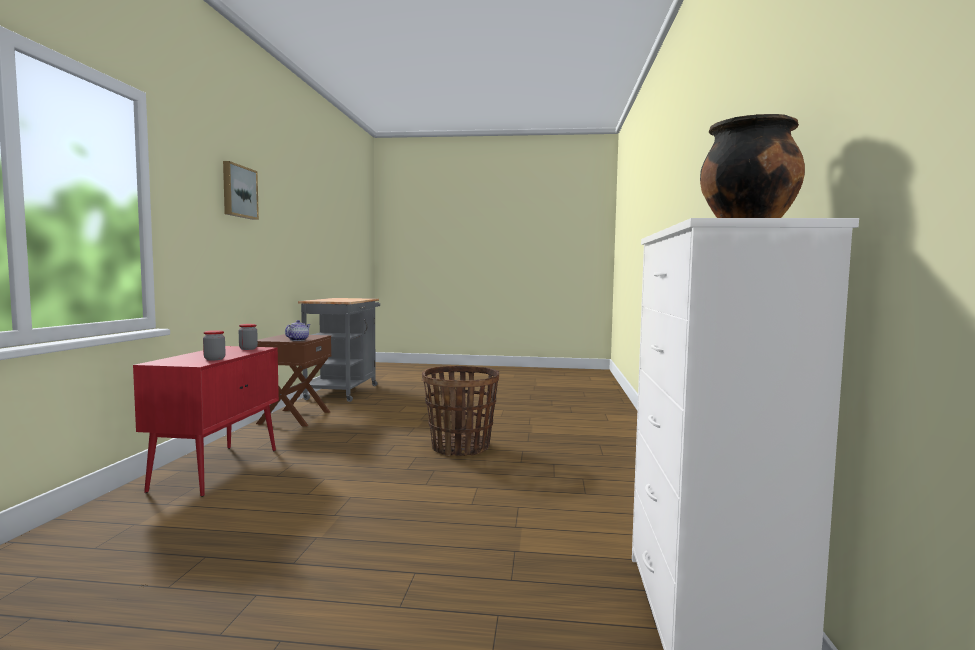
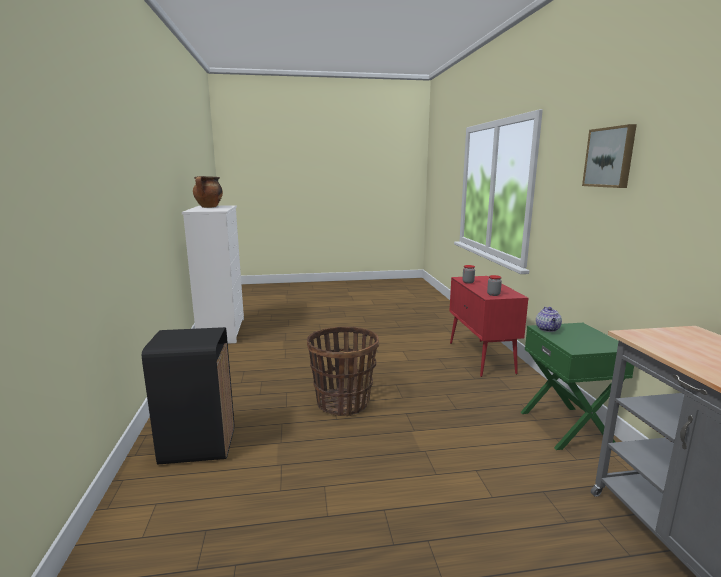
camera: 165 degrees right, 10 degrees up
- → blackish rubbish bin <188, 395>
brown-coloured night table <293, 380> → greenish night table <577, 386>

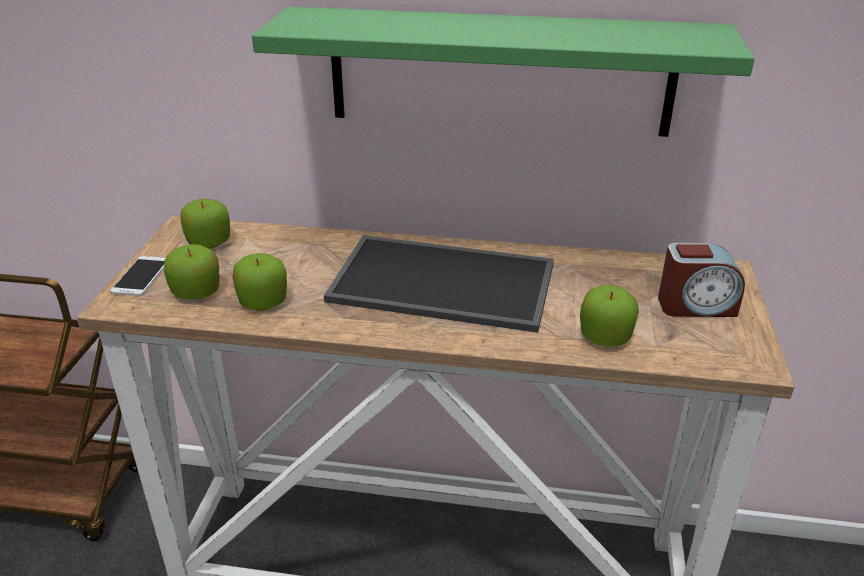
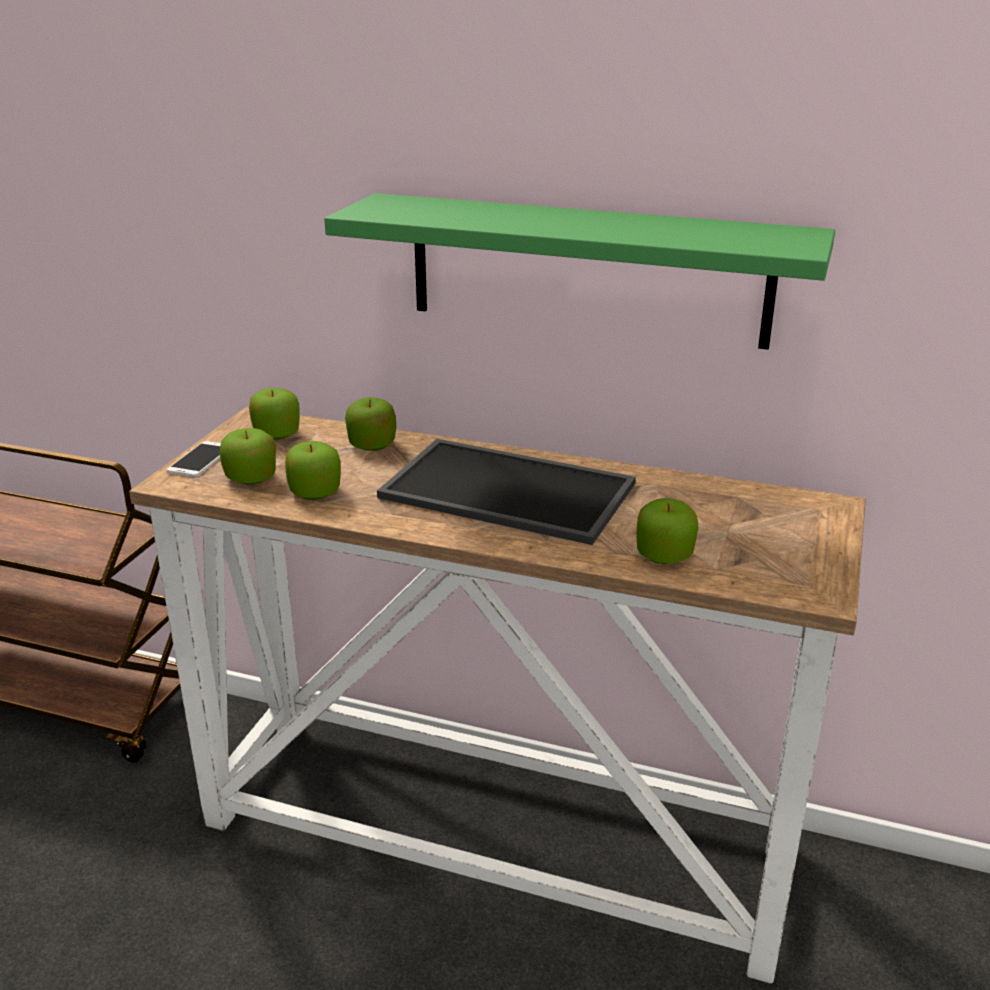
camera: 10 degrees right, 5 degrees down
table clock <701, 280> → -
- → apple <370, 424>

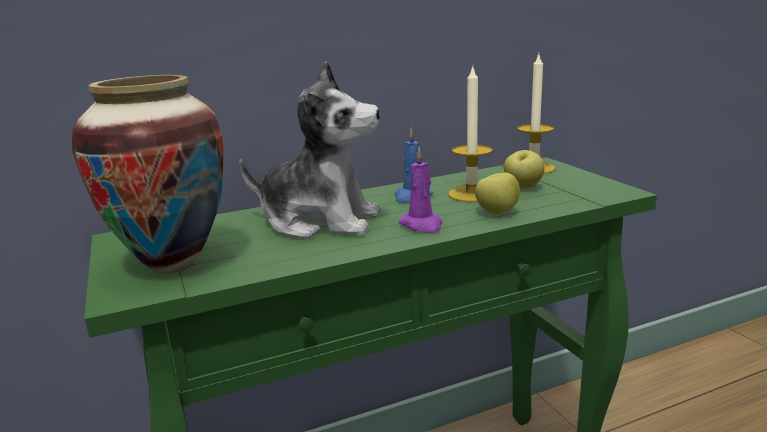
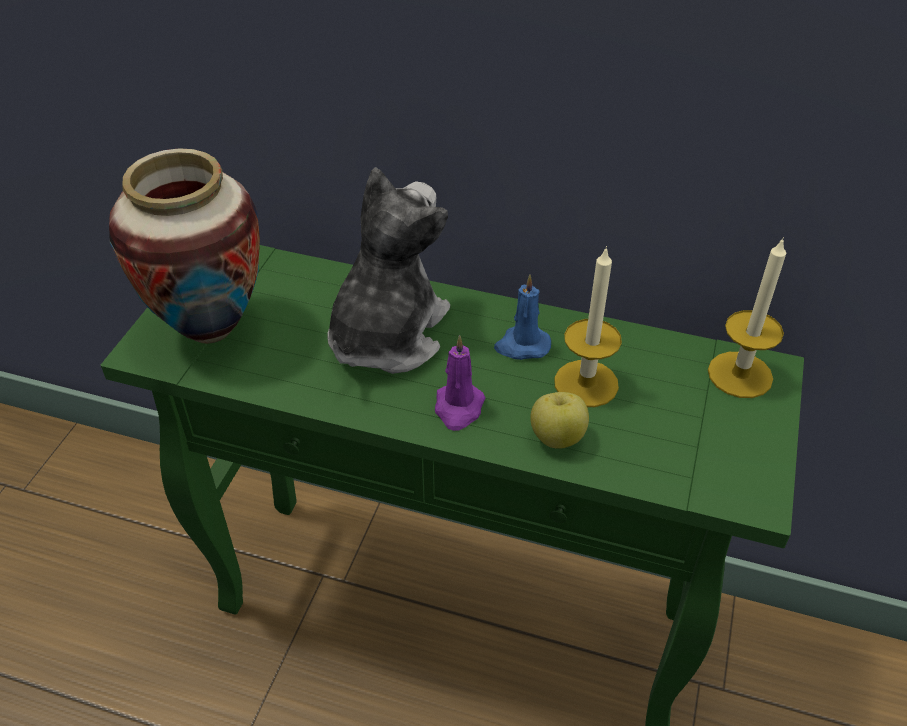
camera: 40 degrees right, 25 degrees up
apple <524, 169> → -
plush toy <310, 150> → plush toy <388, 270>, 120 degrees counterclockwise

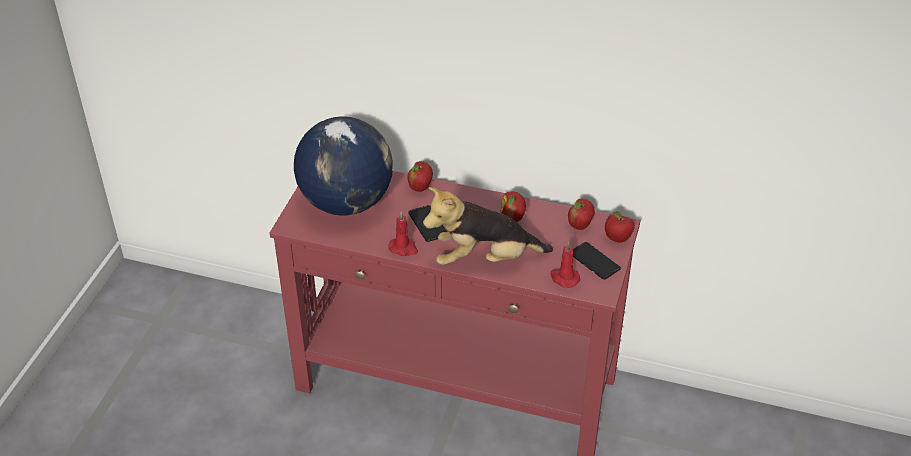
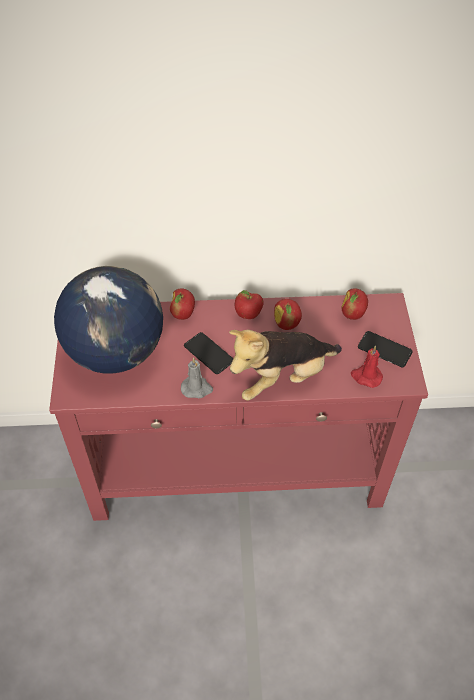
camera: 20 degrees left, 10 degrees up
apple <620, 227> → apple <249, 304>, move
reddish wax candle <403, 233> → grey wax candle <197, 378>

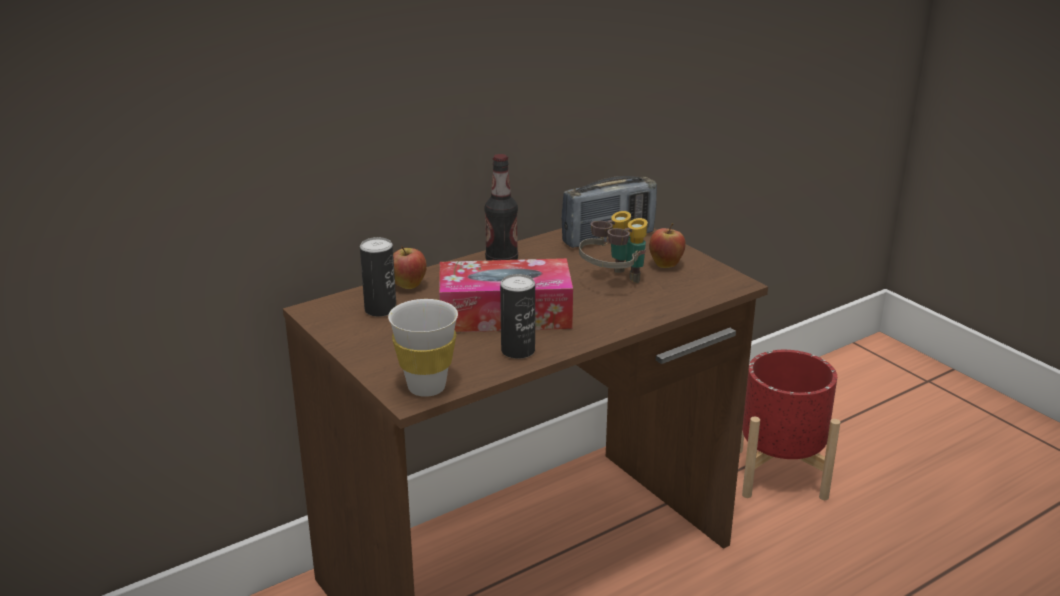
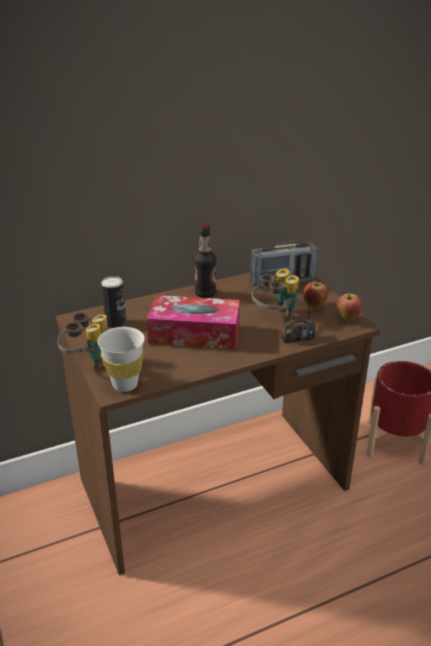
camera: 10 degrees right, 5 degrees up
metal can <517, 316> → -
- → pair of binoculars <82, 341>
- → radio <298, 305>
apple <410, 267> → apple <350, 307>, move

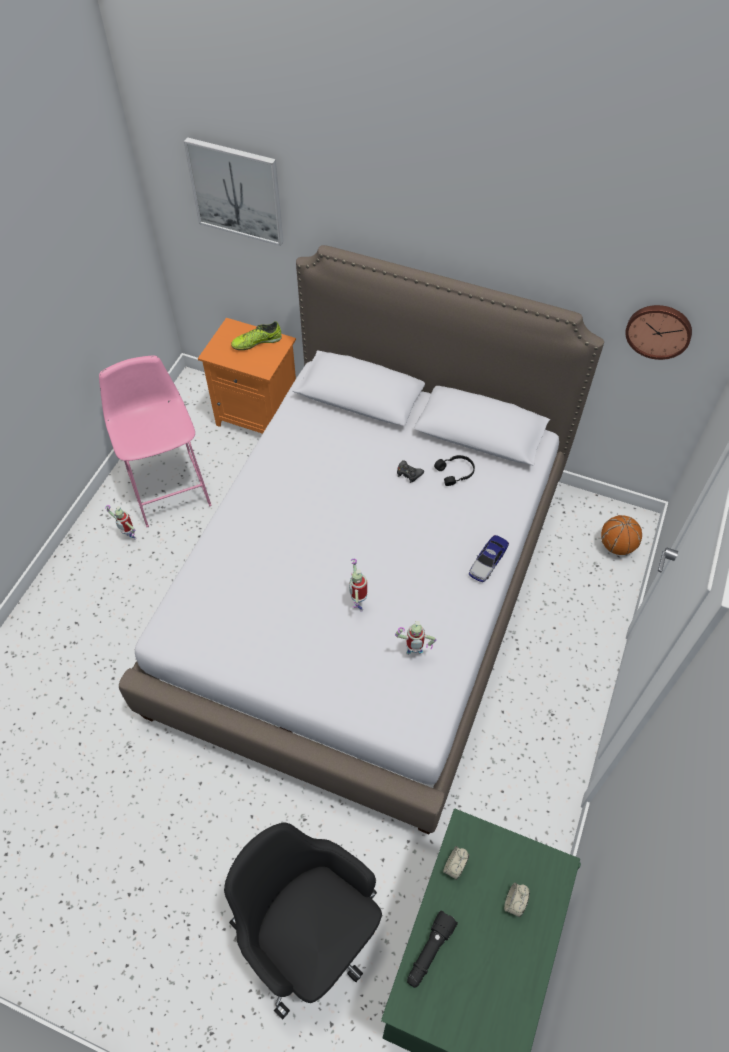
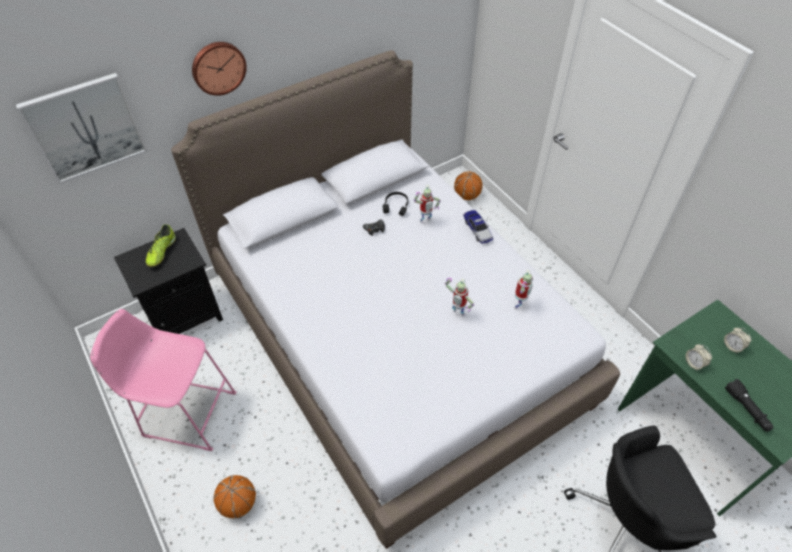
camera: 55 degrees left, 5 degrees down
- → basketball ball <234, 496>
robot figure <121, 522> → robot figure <427, 204>, move
clock on the wall <658, 332> → clock on the wall <219, 69>, move
orange night table <247, 376> → blackish night table <168, 281>

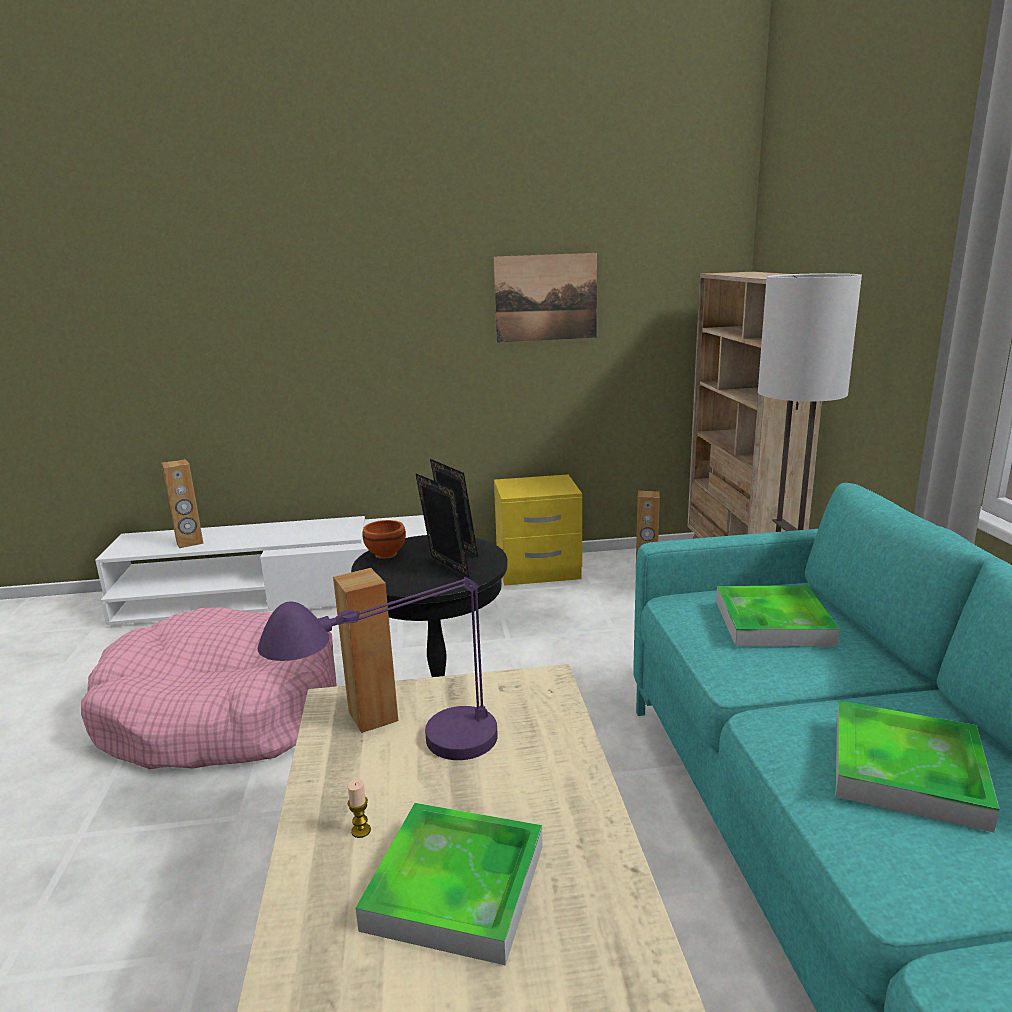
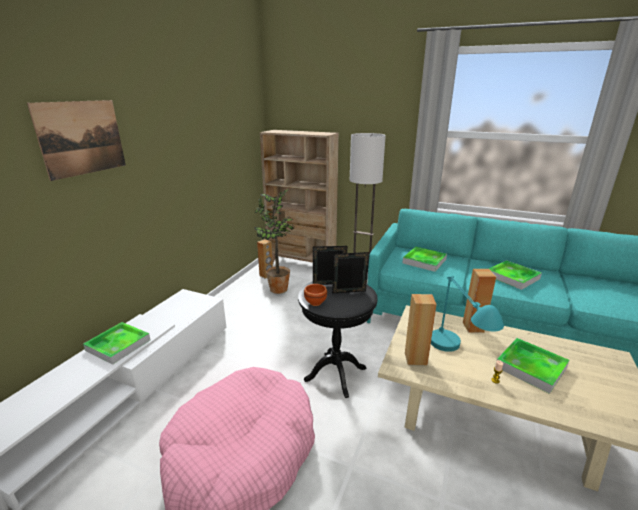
camera: 60 degrees left, 5 degrees up
yellow-coloured night table <538, 530> → -
- → carrying tray <116, 343>
- → plant in a pot <274, 241>
brown-coloured speaker <182, 503> → brown-coloured speaker <479, 301>, move
wall picture <545, 298> → wall picture <76, 140>, move
purple tabletop lamp <378, 668> → turquoise tabletop lamp <467, 314>

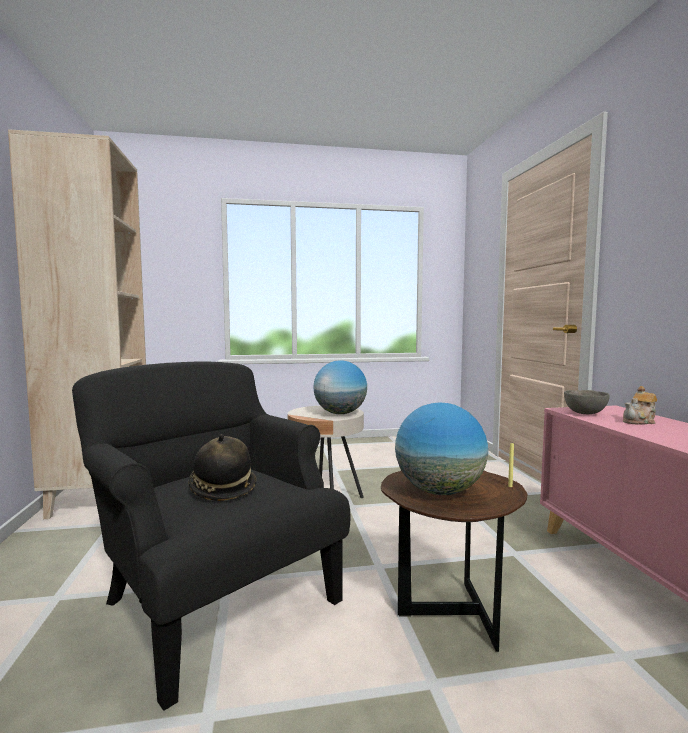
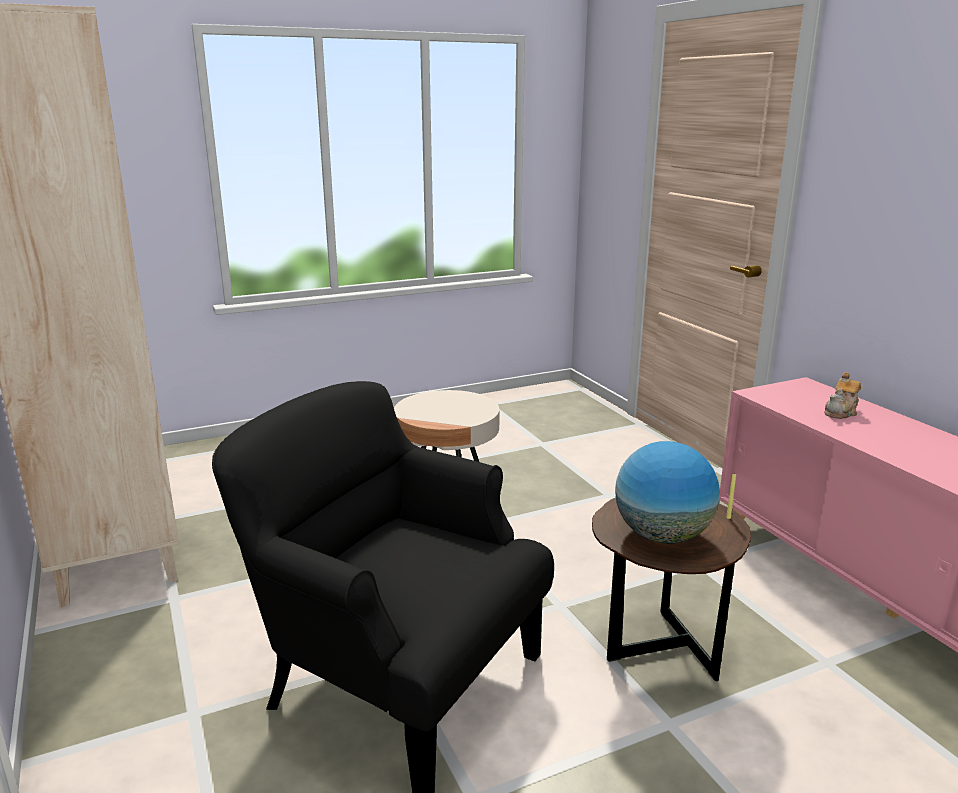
camera: 15 degrees left, 15 degrees up
wearable hat <222, 467> → -
world globe <340, 387> → -
grey deep dish <587, 402> → -

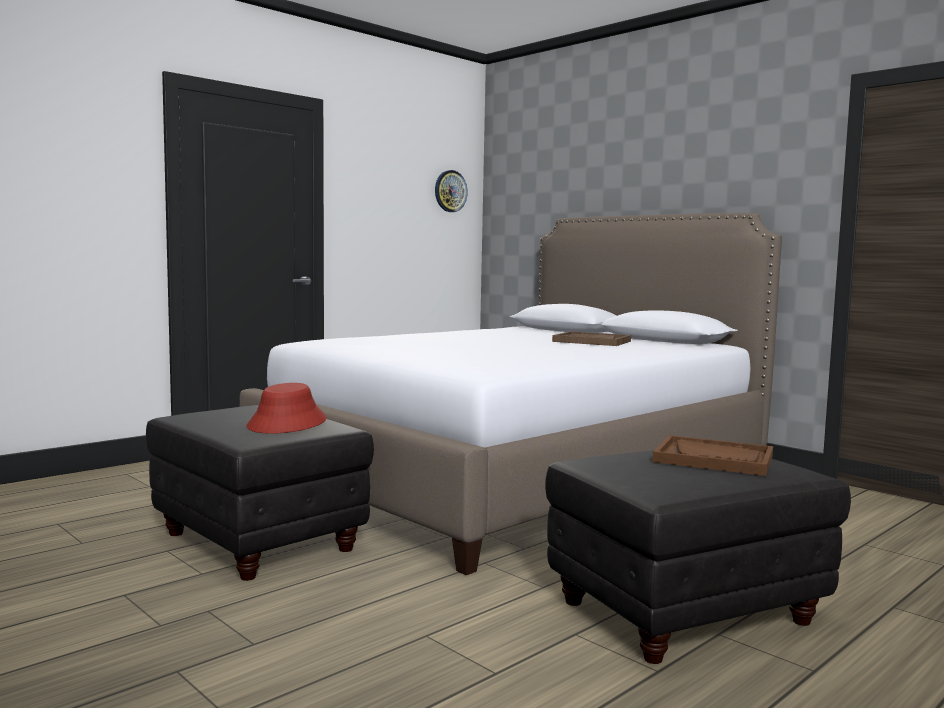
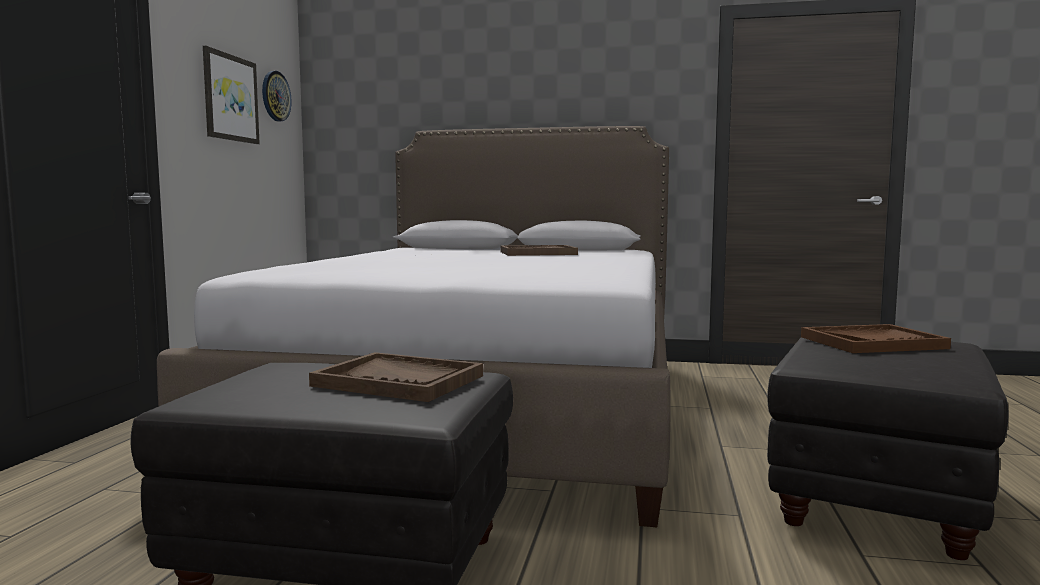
camera: 35 degrees left, 0 degrees up
- → wall picture <231, 95>
reddish wearable hat <286, 408> → brown-coloured carrying tray <396, 377>

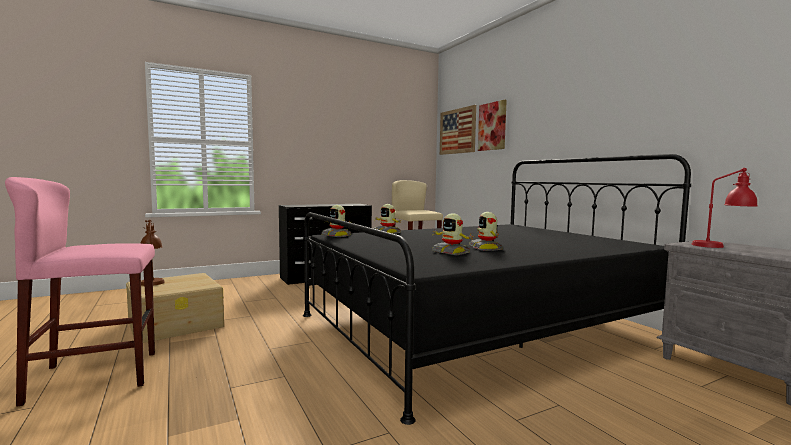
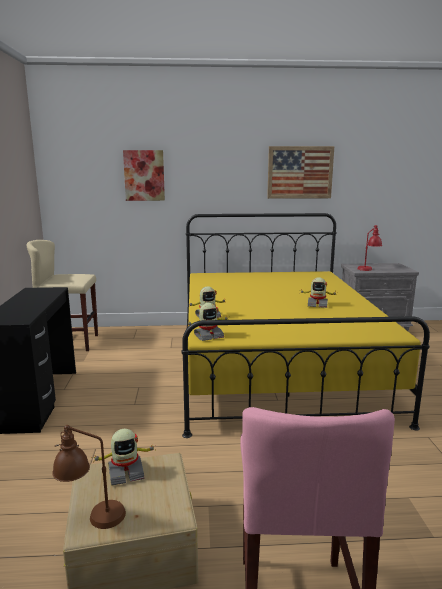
camera: 65 degrees left, 10 degrees up
robot figure <452, 234> → robot figure <124, 457>, move
wall picture <458, 130> → wall picture <300, 172>, move
blackish bed <497, 289> → yellow-coloured bed <306, 325>

